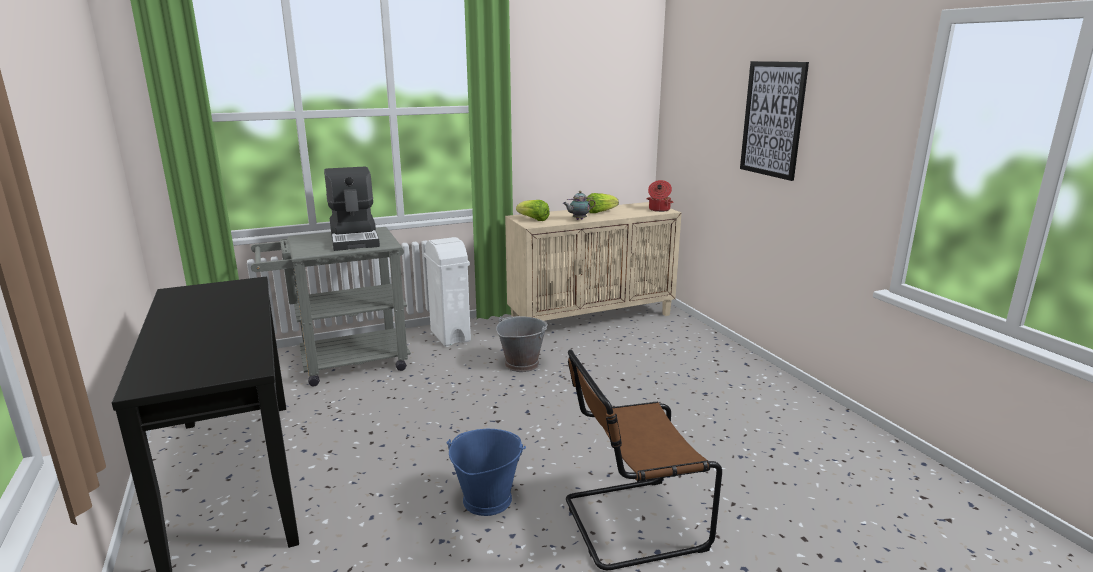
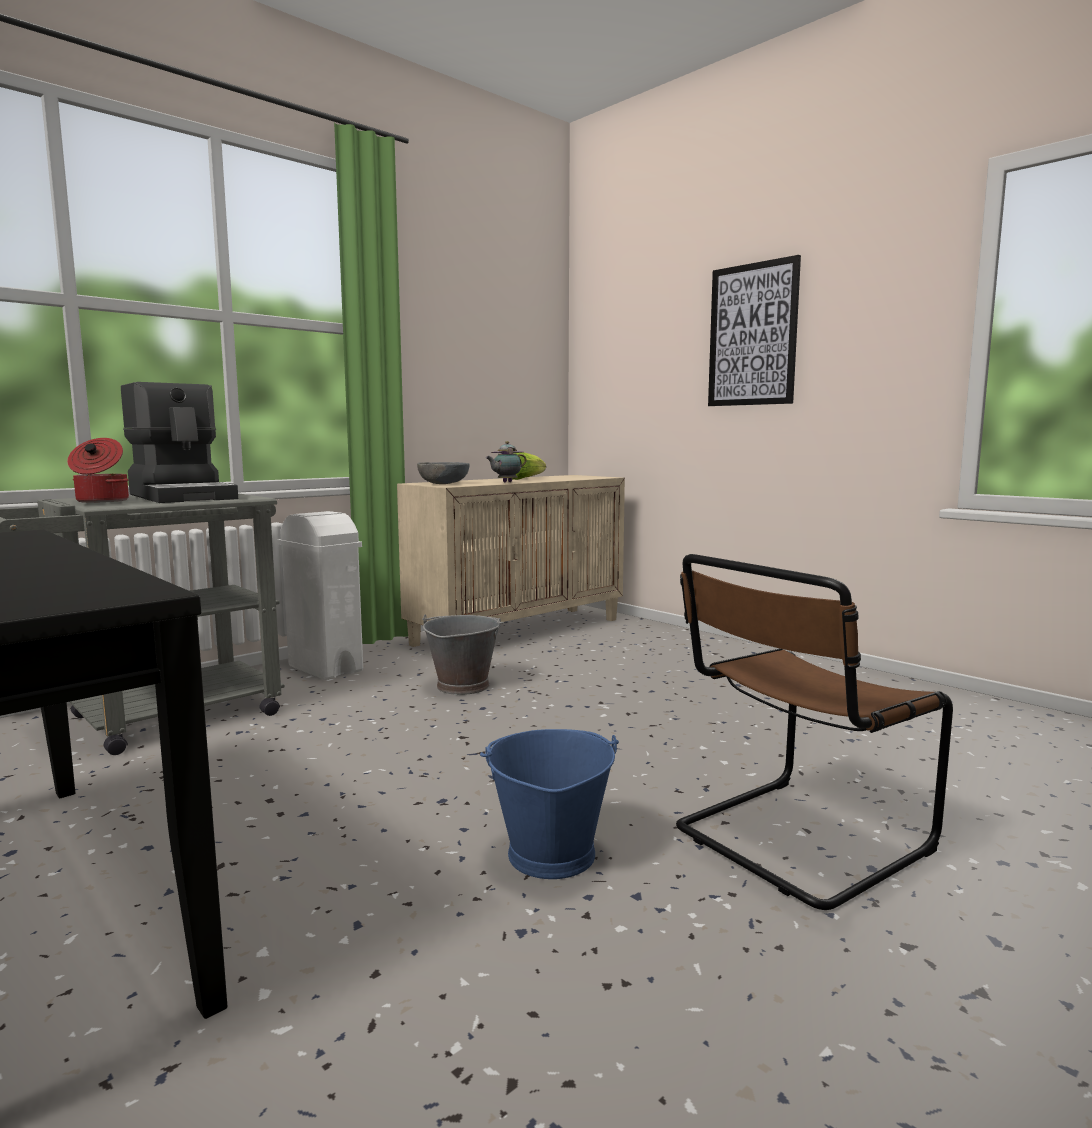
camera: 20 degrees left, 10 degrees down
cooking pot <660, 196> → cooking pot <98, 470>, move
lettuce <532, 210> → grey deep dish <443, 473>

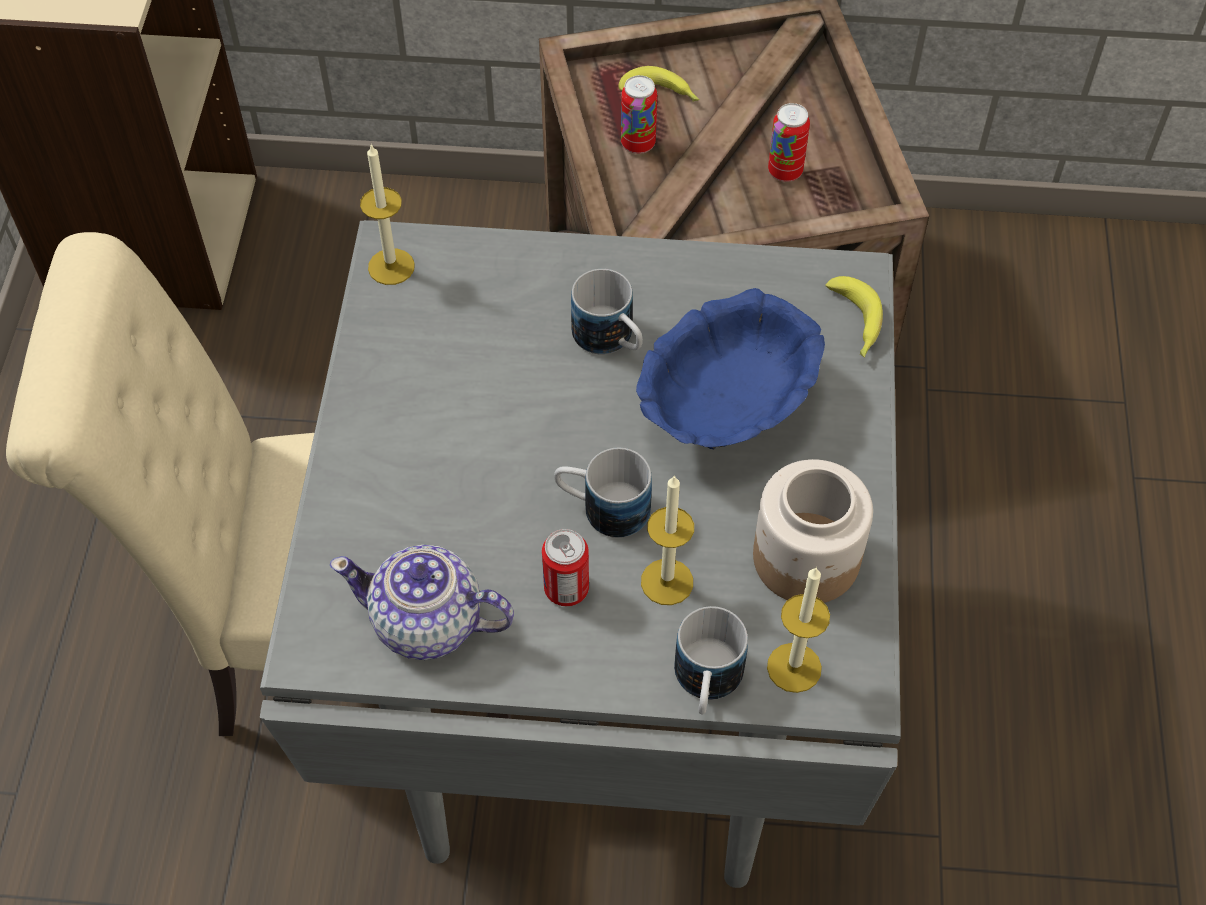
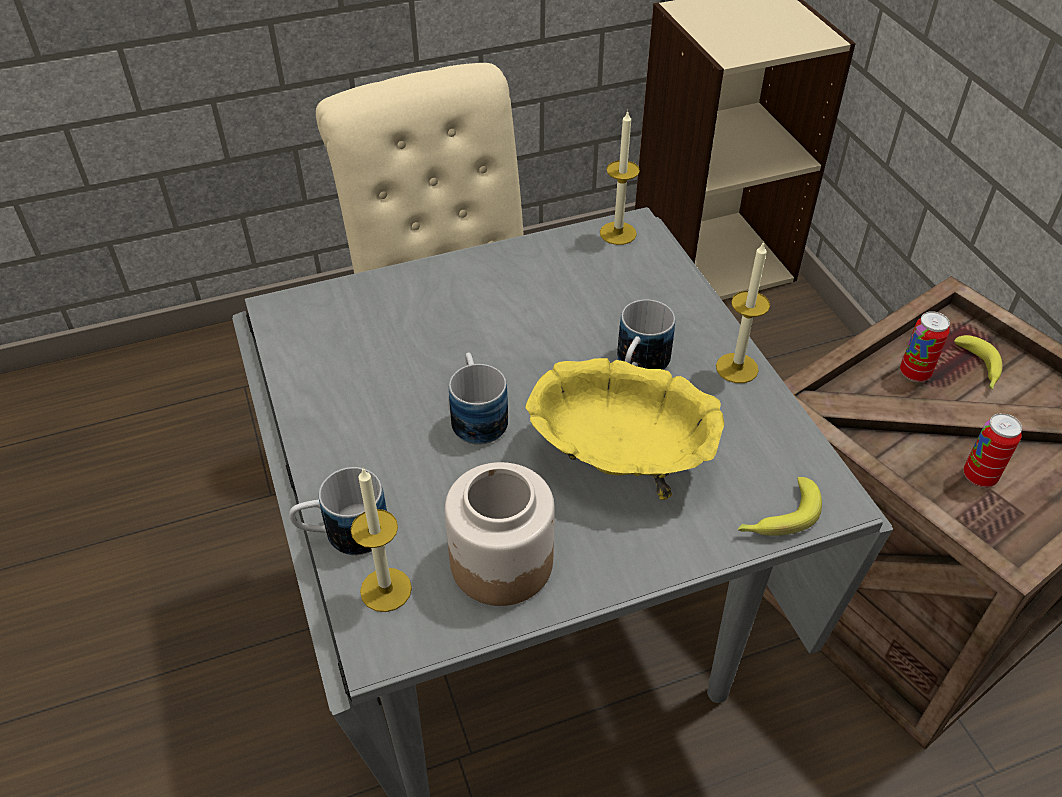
camera: 65 degrees right, 10 degrees down
teapot <422, 602> → -
metal can <565, 567> → -
wax candle <667, 540> → wax candle <743, 312>, move
blue deep dish <730, 368> → yellow-coloured deep dish <624, 429>

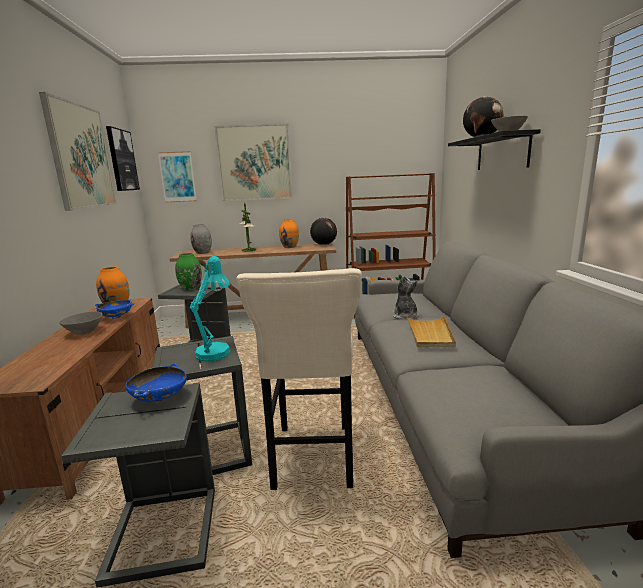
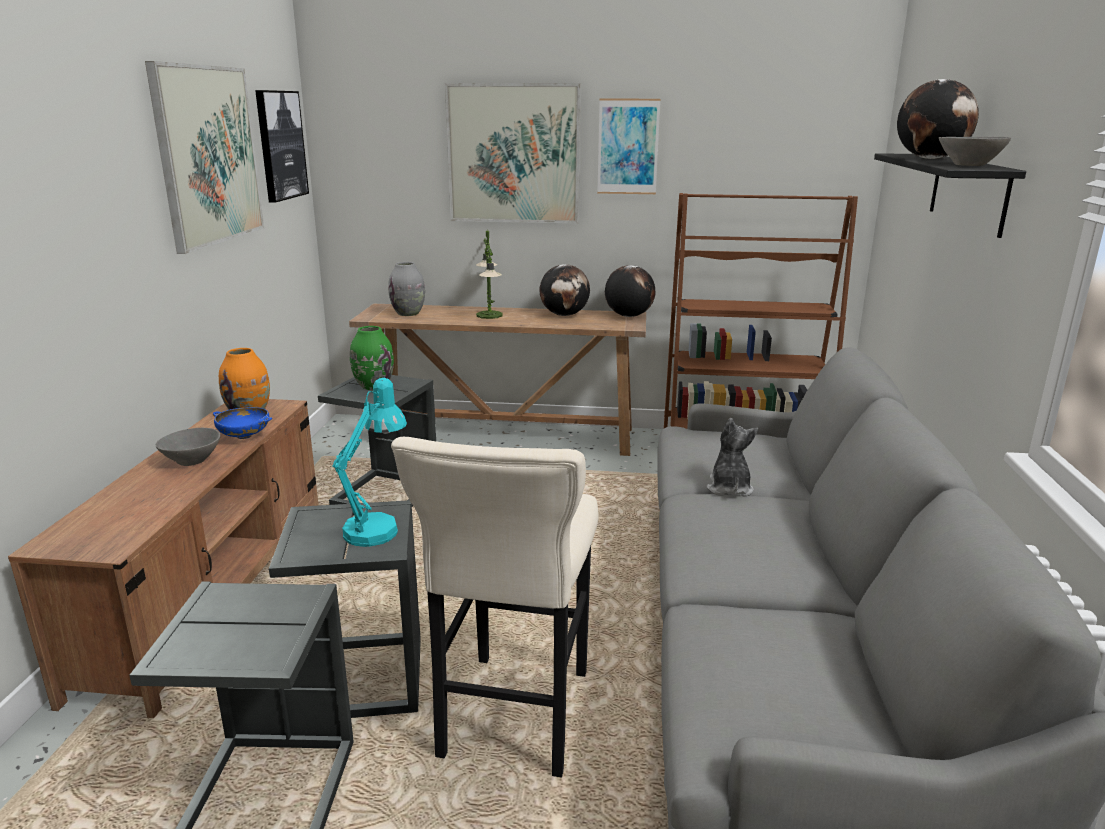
camera: 10 degrees right, 5 degrees up
blue deep dish <156, 383> → -
beige carrying tray <431, 331> → -
wall picture <177, 177> → wall picture <628, 146>, move
orange vase <289, 233> → world globe <565, 290>

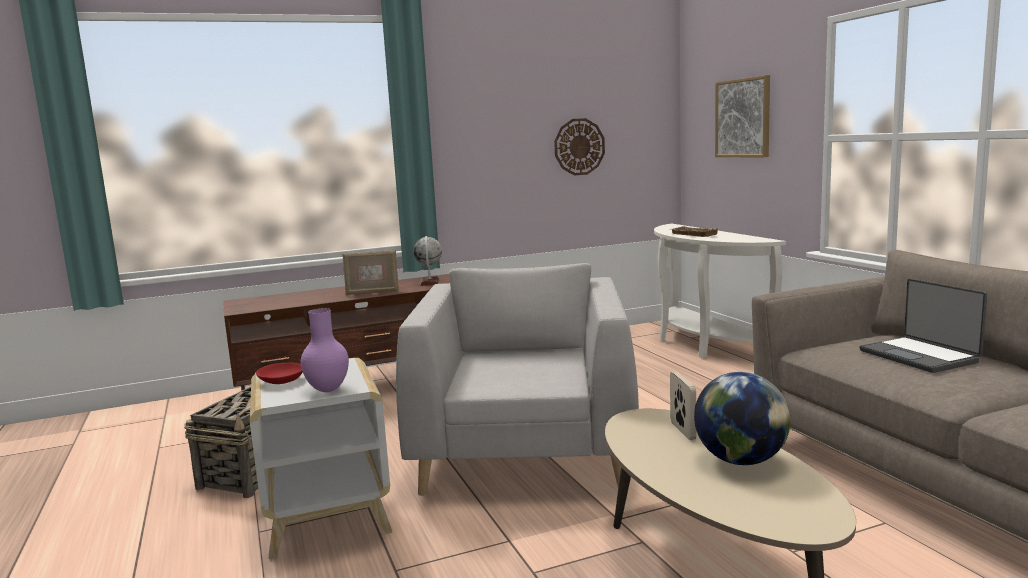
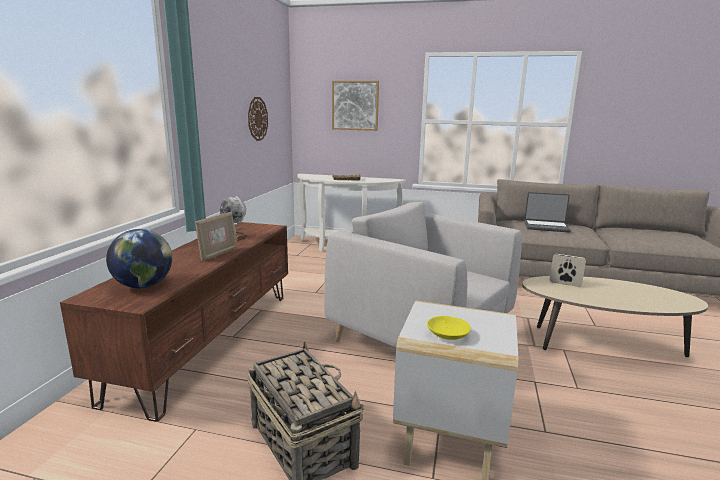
camera: 55 degrees left, 5 degrees up
purple vase <325, 350> → -
world globe <742, 418> → world globe <139, 258>, move
reddish deep dish <279, 373> → yellow-coloured deep dish <449, 328>

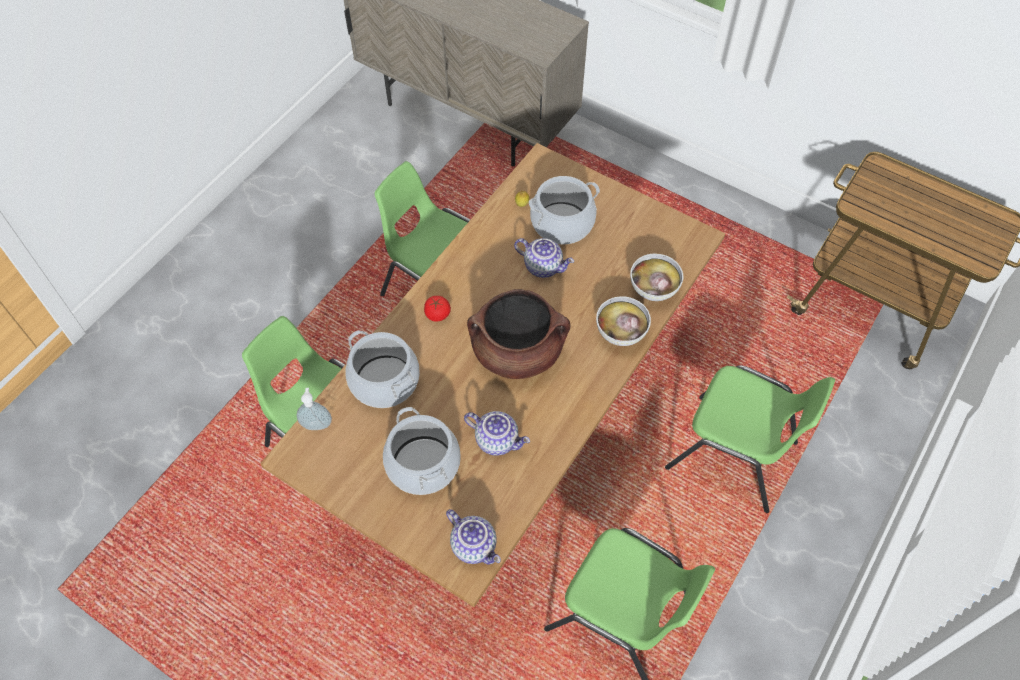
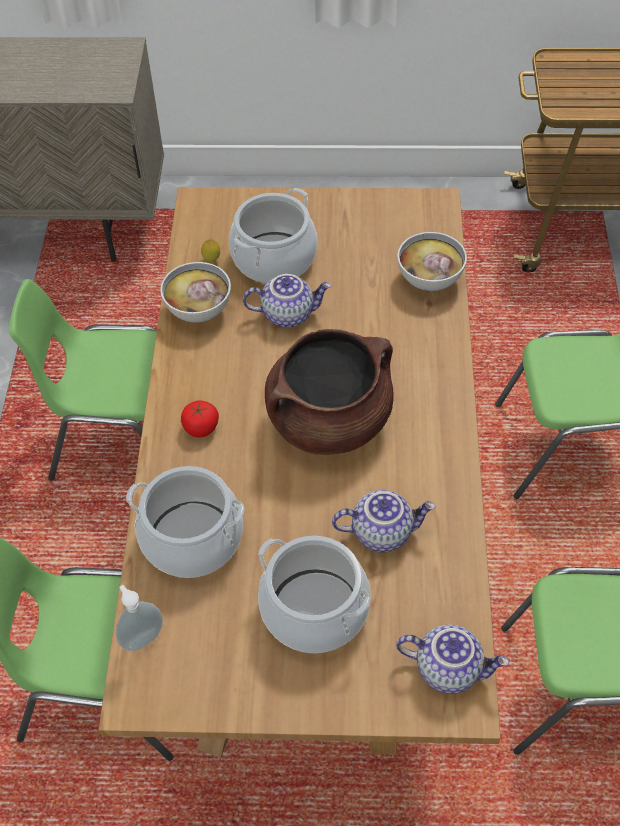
camera: 30 degrees left, 5 degrees down
deep dish <623, 321> → deep dish <195, 292>, move

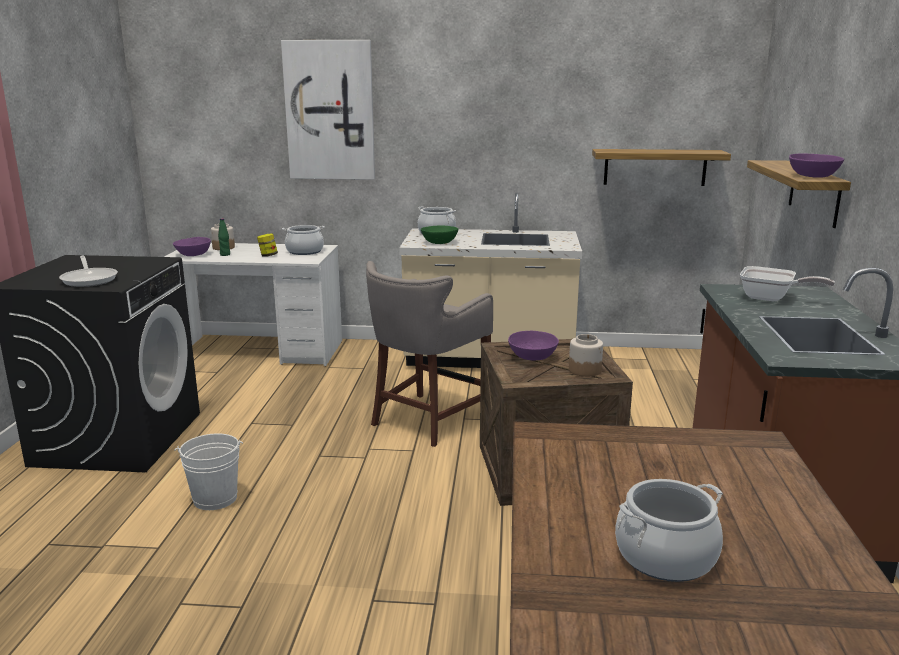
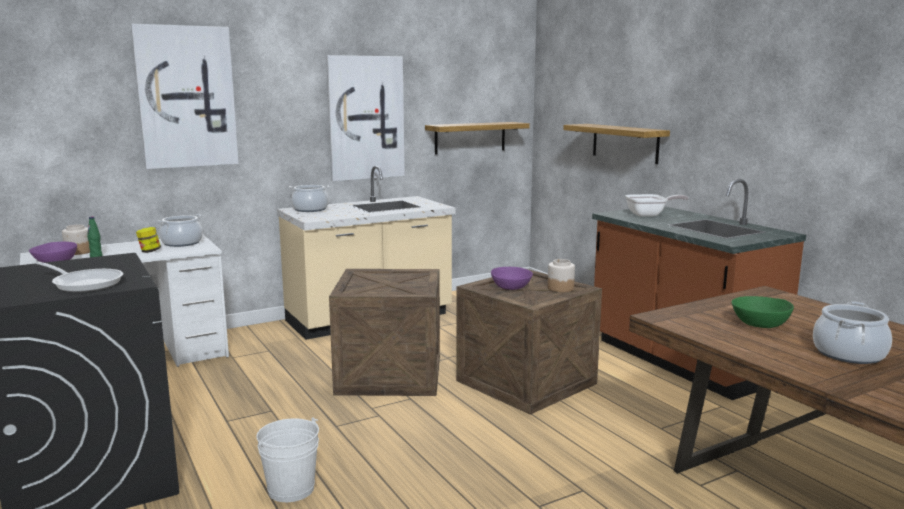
camera: 35 degrees left, 5 degrees down
purple deep dish <816, 166> → -
- → wall picture <365, 118>
greenish deep dish <439, 235> → greenish deep dish <763, 312>, move
grey stool seat <429, 354> → shipping crate <384, 332>

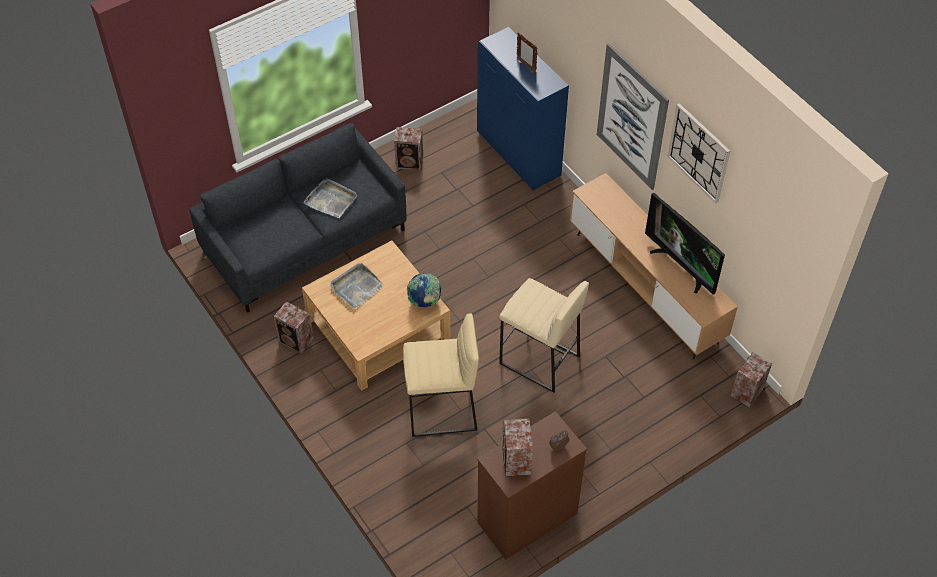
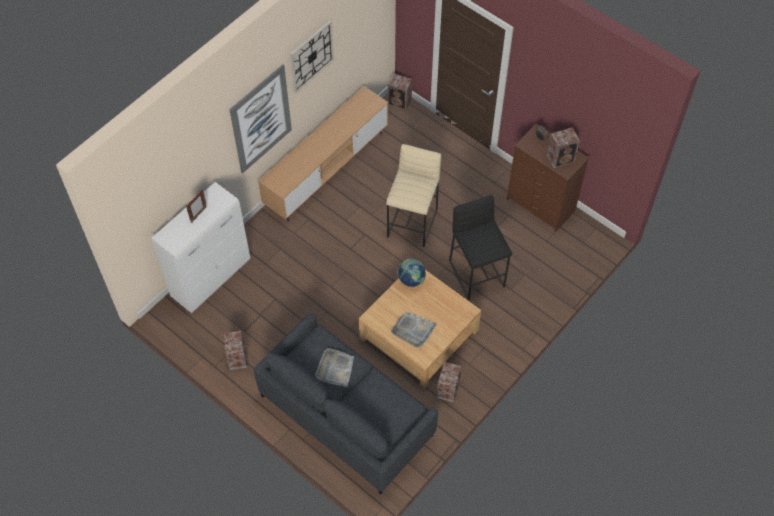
camera: 105 degrees left, 5 degrees up
TV <685, 244> → -
beige stool seat <441, 375> → blackish stool seat <480, 247>
blue storage cabinet <523, 108> → whitish storage cabinet <200, 247>

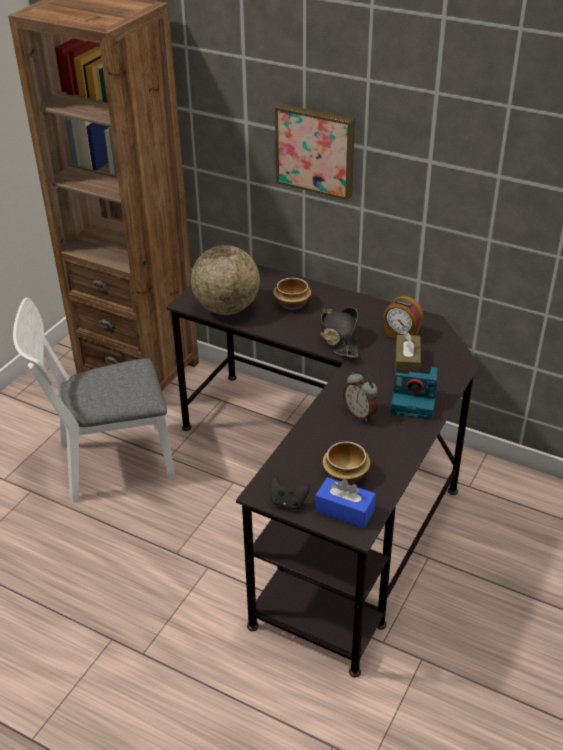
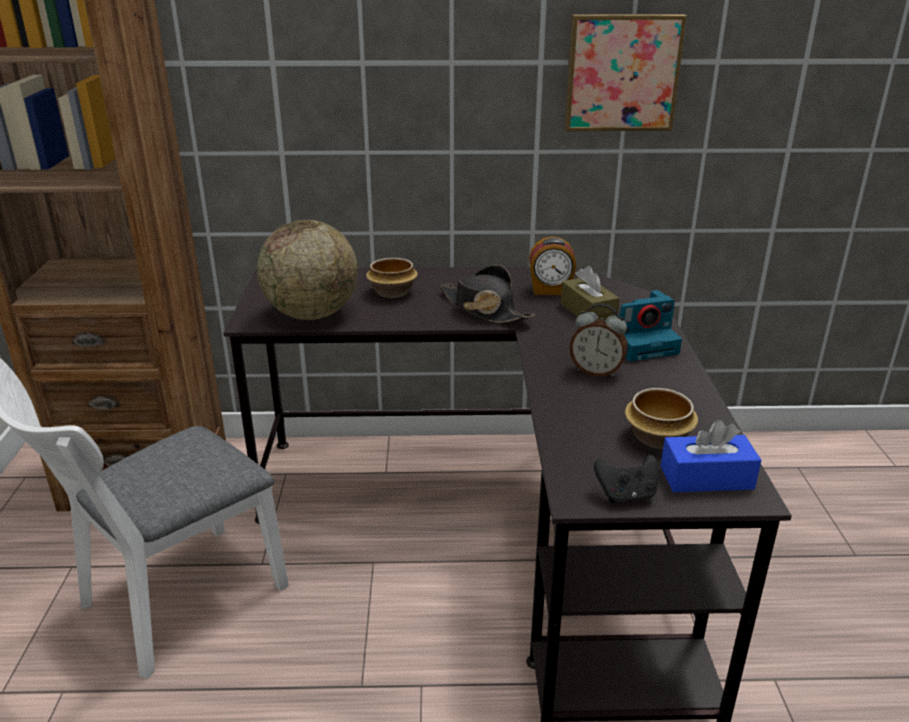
camera: 30 degrees left, 10 degrees down
wall picture <315, 152> → wall picture <625, 72>, move

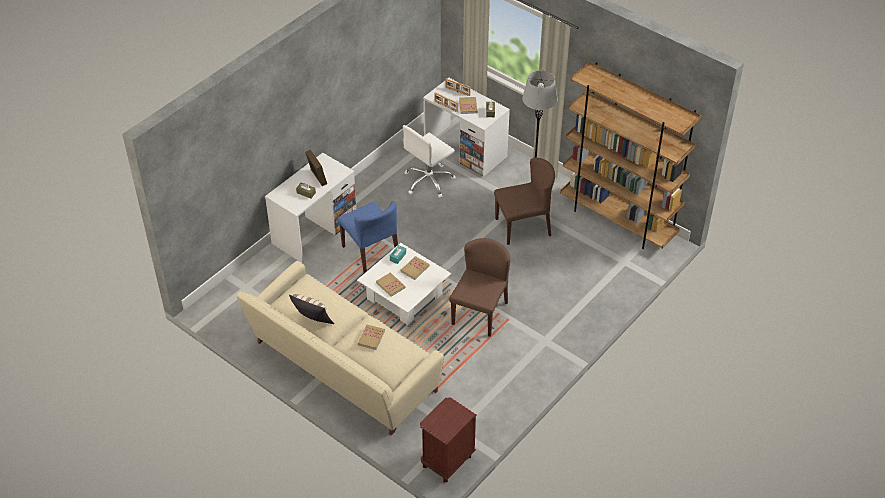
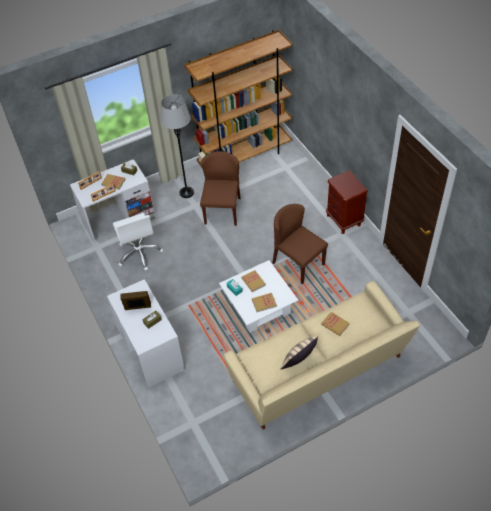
camera: 65 degrees left, 5 degrees up
blue chair <368, 237> → -
brown-coloured night table <448, 439> → brown-coloured night table <347, 202>, move

